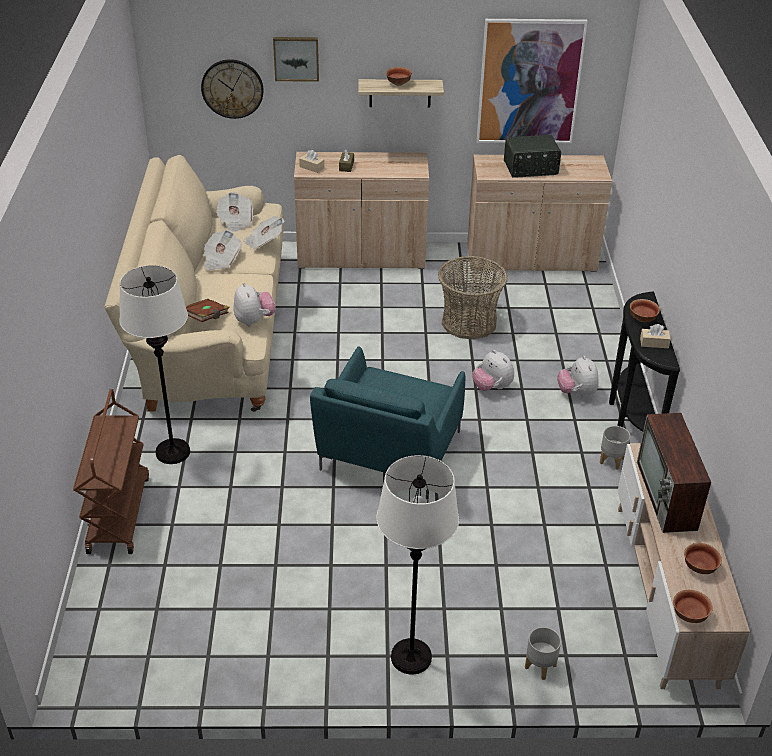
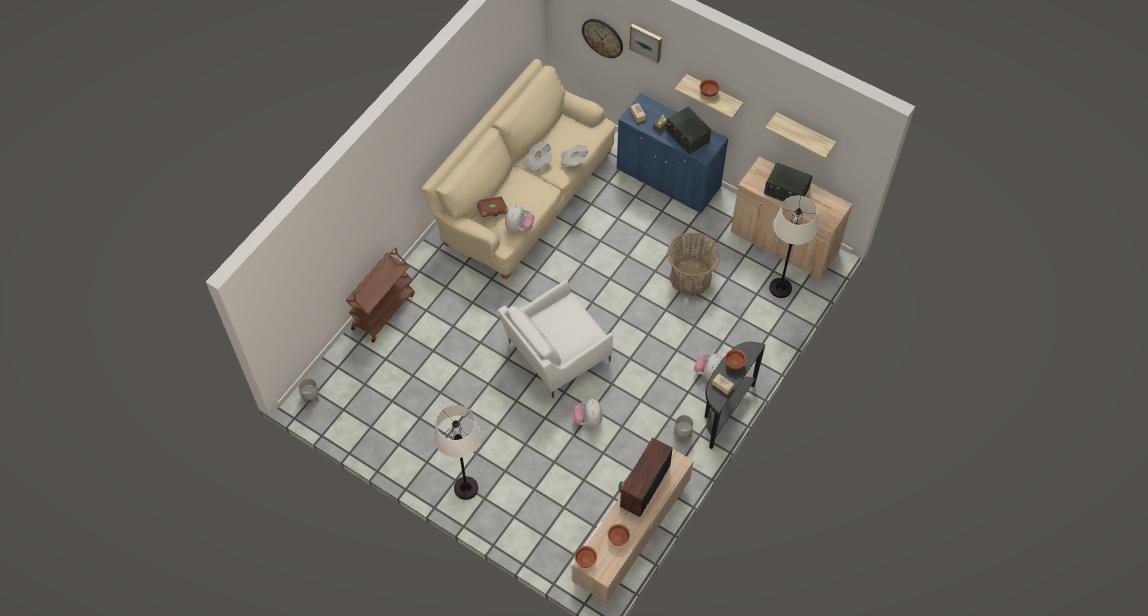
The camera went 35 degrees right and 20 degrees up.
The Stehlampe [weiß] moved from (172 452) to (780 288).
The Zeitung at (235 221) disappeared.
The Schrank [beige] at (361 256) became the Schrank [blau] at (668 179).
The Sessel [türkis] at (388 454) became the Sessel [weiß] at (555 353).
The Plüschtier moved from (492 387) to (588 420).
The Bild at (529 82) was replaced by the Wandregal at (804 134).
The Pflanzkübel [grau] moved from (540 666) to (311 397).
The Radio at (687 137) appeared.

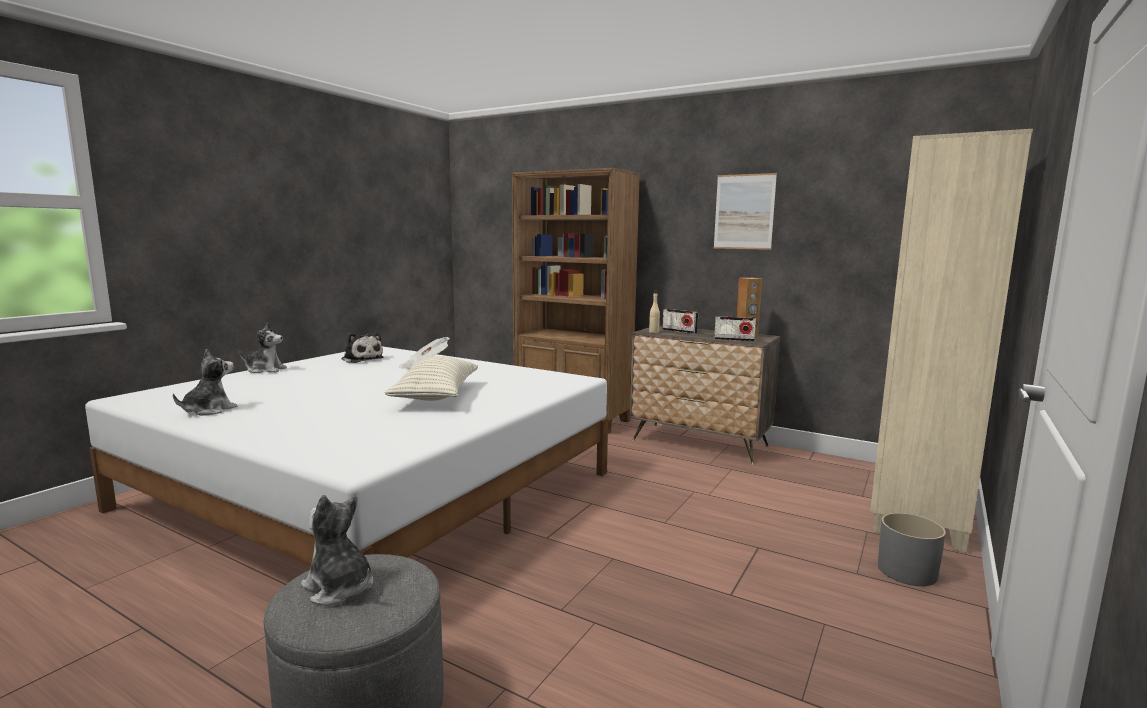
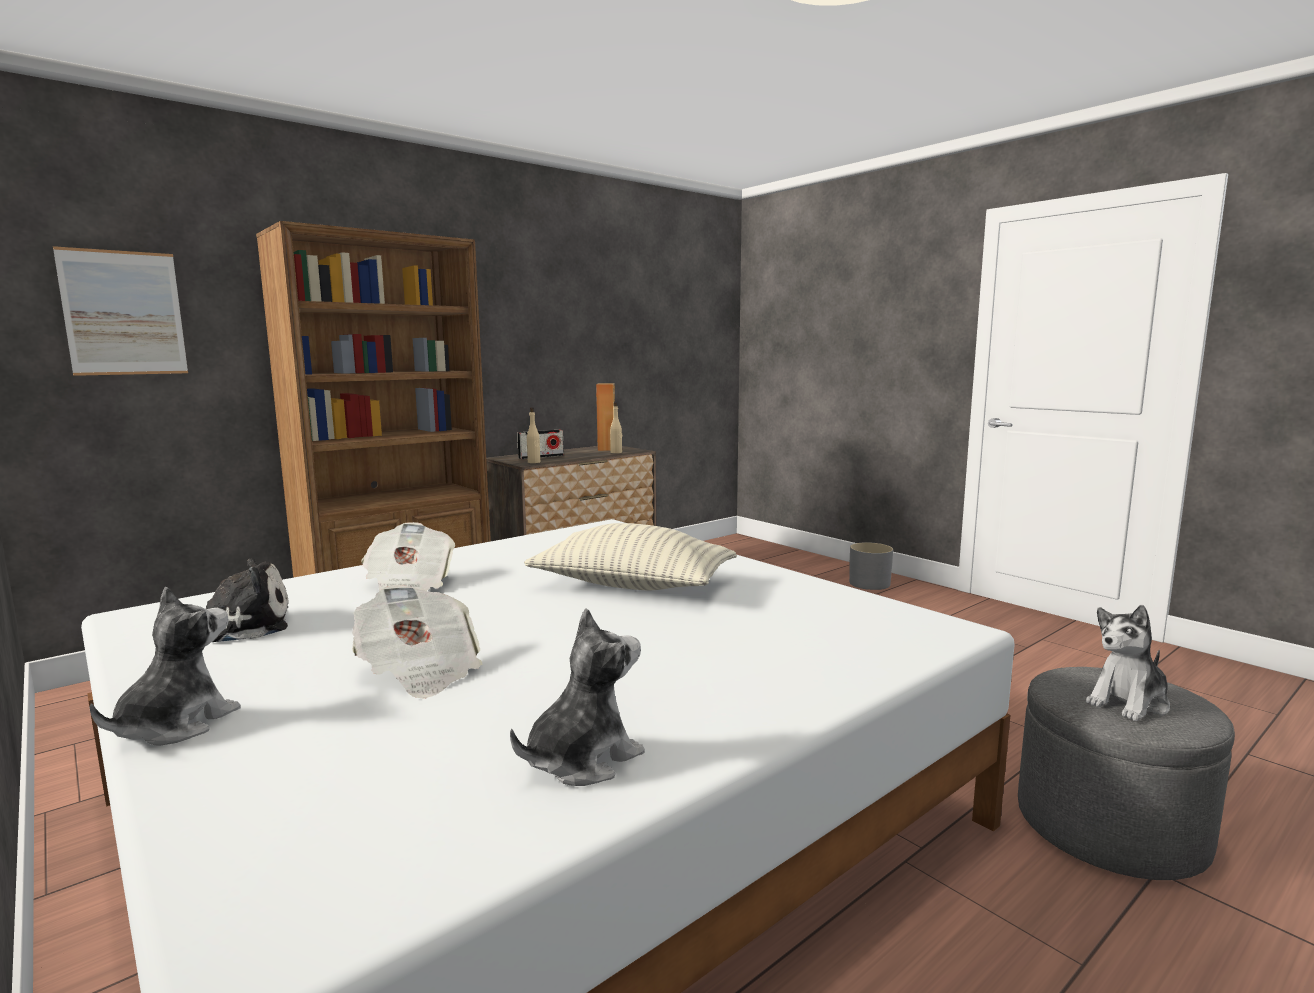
The camera went 70 degrees left and 0 degrees up.
The Plüschtier at (208 410) turned 90 degrees clockwise.
The Bild moved from (744 212) to (124 313).
The Radio at (734 339) was replaced by the Flasche [beige] at (616 452).
The Bücherregal [beige] at (918 510) disappeared.
The Zeitung at (420 671) appeared.

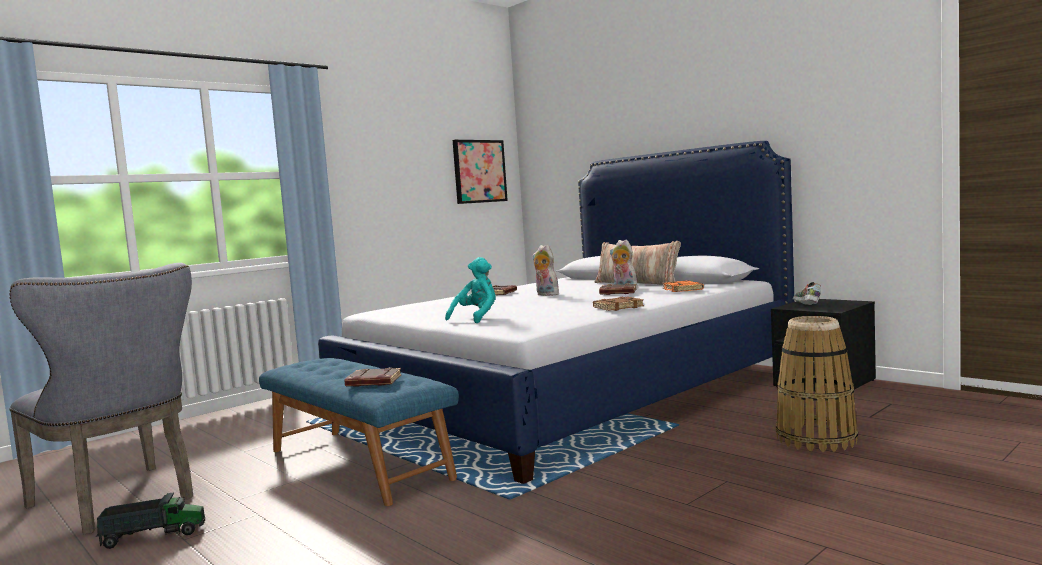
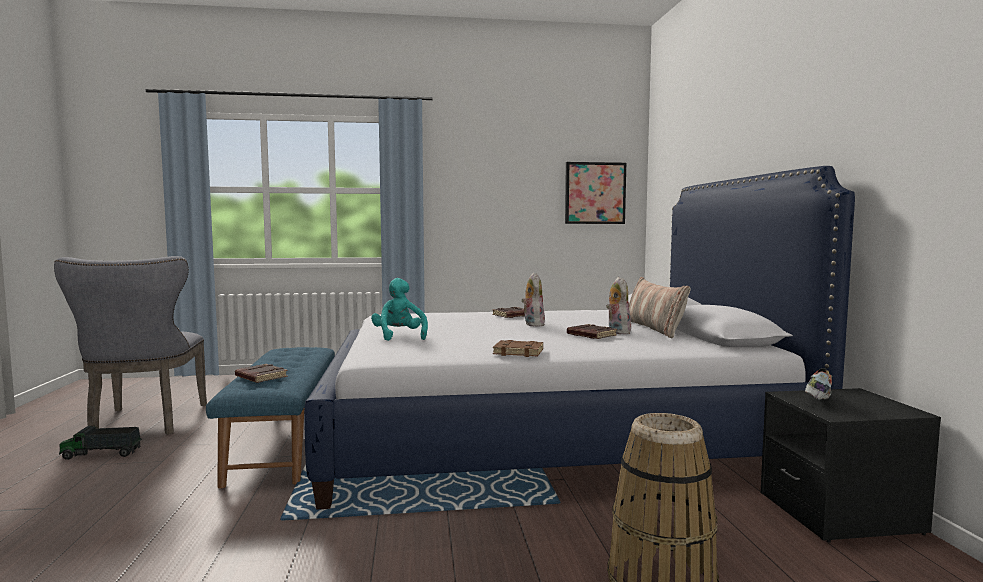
The camera went 35 degrees right and 0 degrees up.
The Spielzeuglaster at (153 535) turned 150 degrees clockwise.
The Plüschtier [türkis] at (477 318) turned 90 degrees counterclockwise.
The Buch [orange] at (683 290) disappeared.

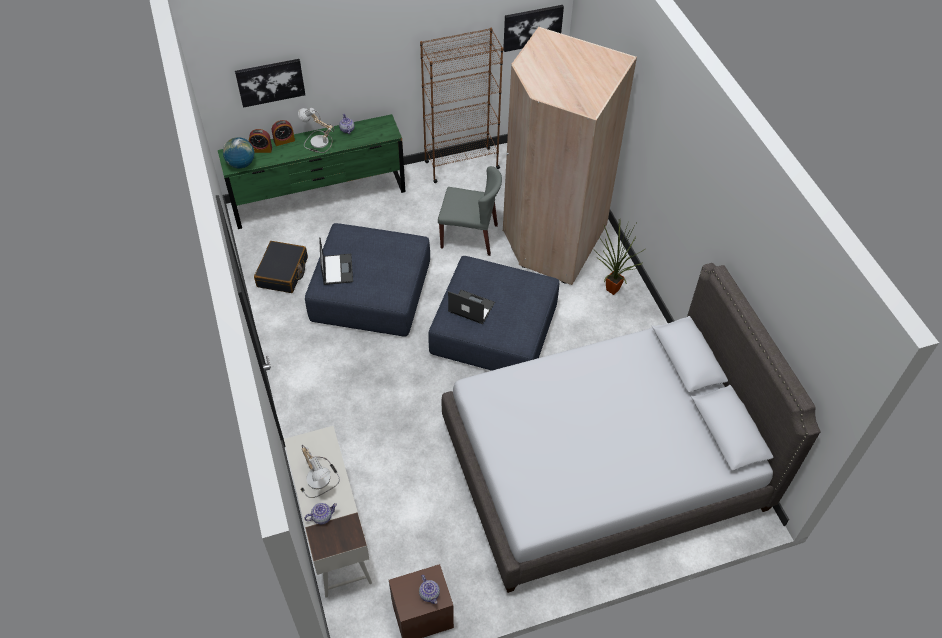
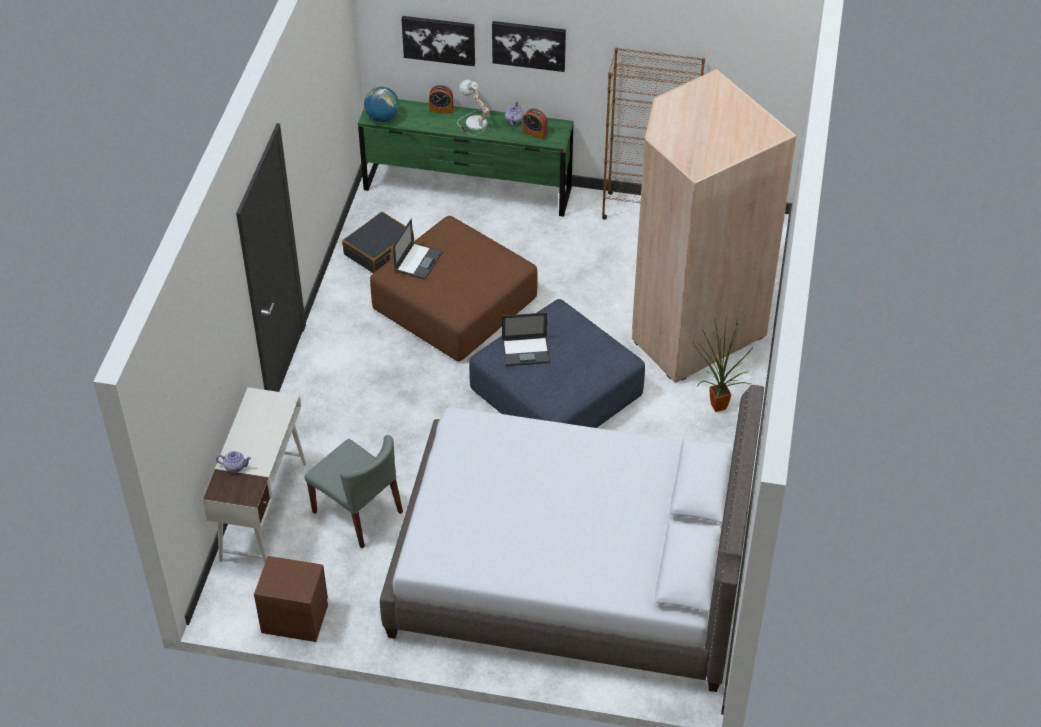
The camera went 30 degrees right and 5 degrees down.
The Wecker moved from (261 149) to (534 133).
The Tischlampe at (321 478) disappeared.
The Polsterhocker [blau] at (370 291) became the Polsterhocker [braun] at (454 303).
The Teekanne at (429 593) disappeared.
The Stuhl [grau] moved from (470 236) to (358 512).
The Laptop at (471 307) turned 120 degrees clockwise.
The Bild moved from (532 27) to (529 45).

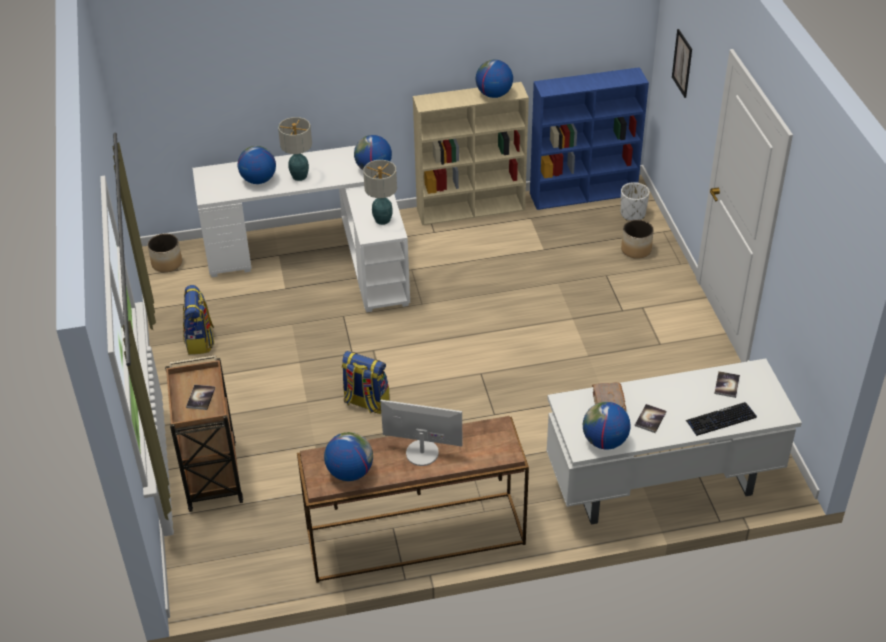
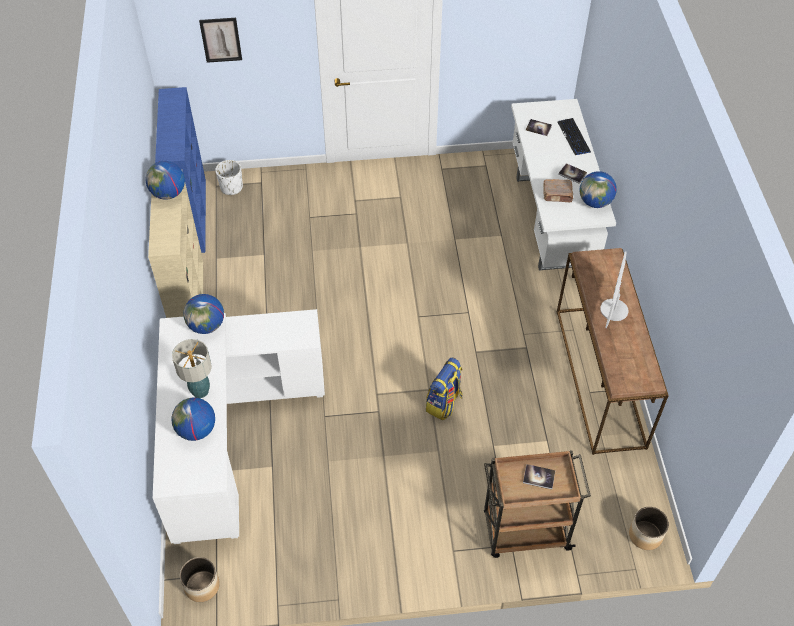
The camera went 85 degrees left and 10 degrees up.
The Rucksack at (200 341) disappeared.
The Globus at (350 472) disappeared.
The Tischlampe at (382 220) disappeared.
The Pflanzkübel moved from (636 250) to (645 535).

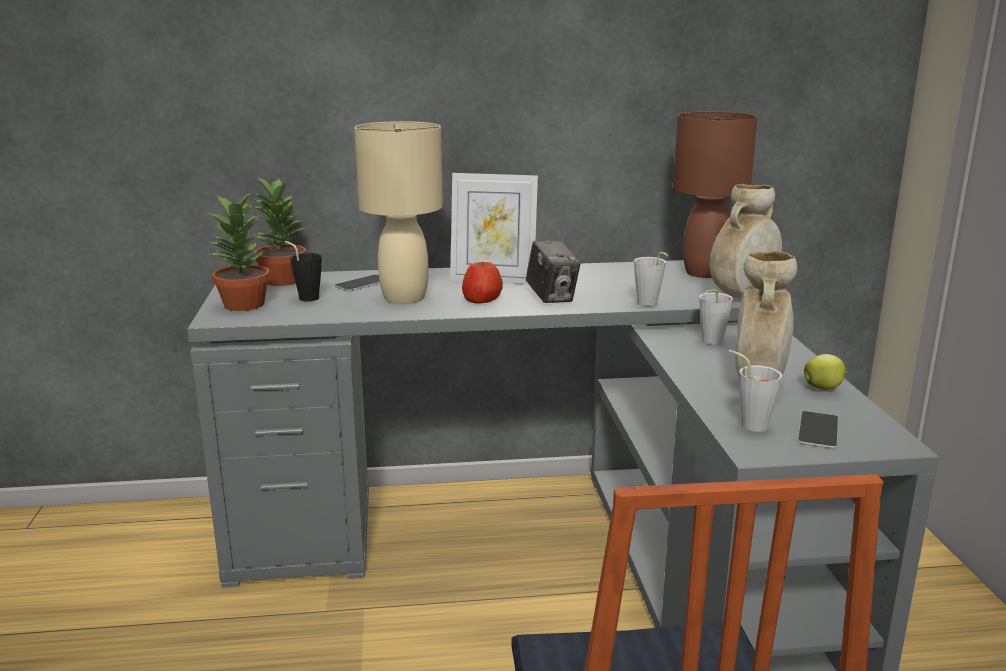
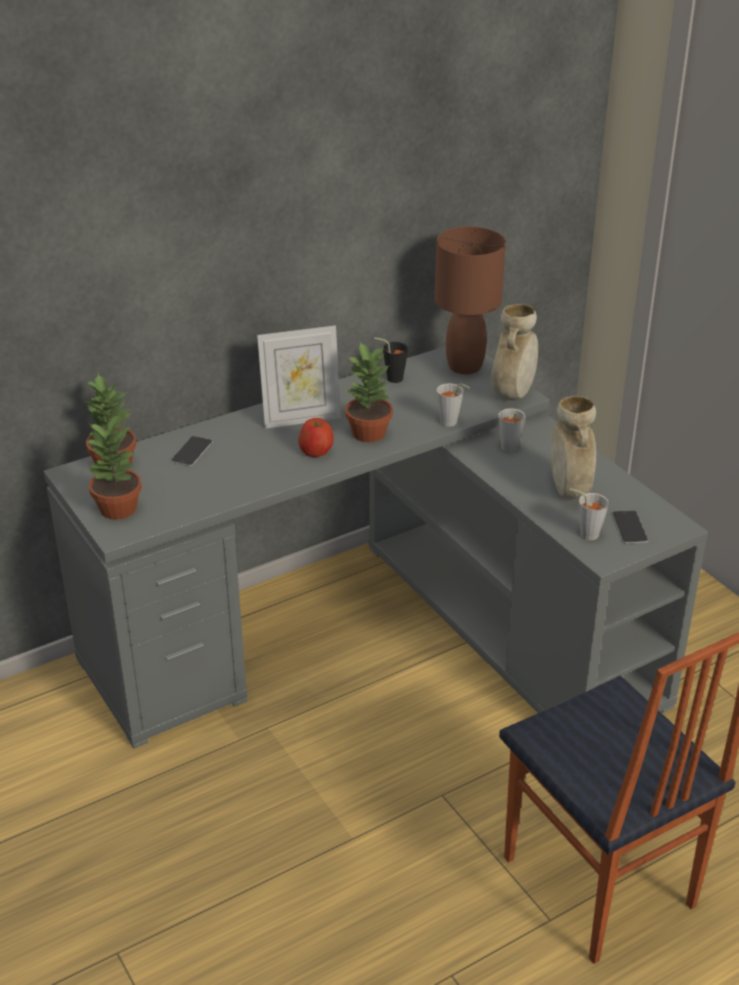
The camera went 25 degrees left and 15 degrees up.
The Tasse [schwarz] moved from (306 297) to (391 378).
The Tischlampe [beige] at (404 298) disappeared.
The Kamera at (551 297) was replaced by the Topfpflanze at (369 432).
The Apfel at (823 388) disappeared.

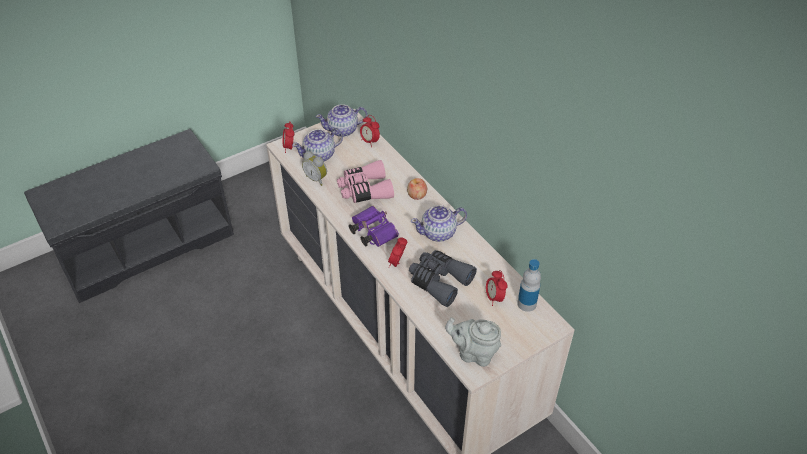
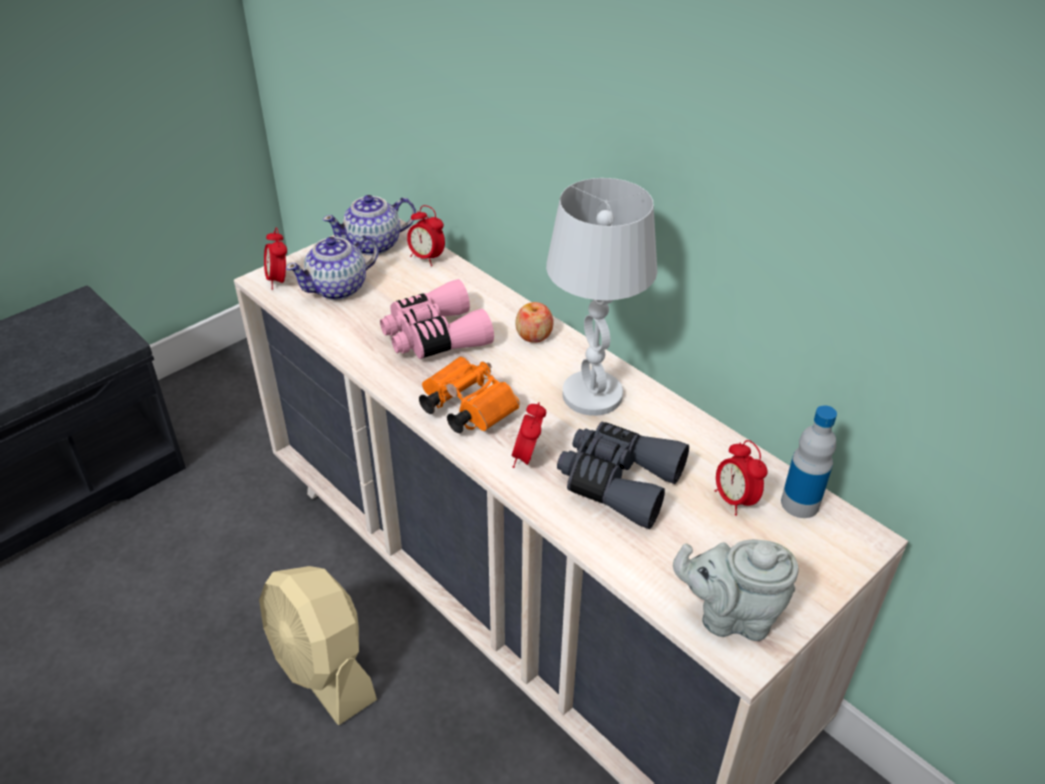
The camera went 10 degrees left and 5 degrees down.
The Wecker at (316 178) disappeared.
The Fernglas [lila] at (372 232) became the Fernglas [orange] at (464 408).
The Teekanne at (439 233) was replaced by the Tischlampe [weiß] at (593 395).
The Ventilator [beige] at (322 668) appeared.

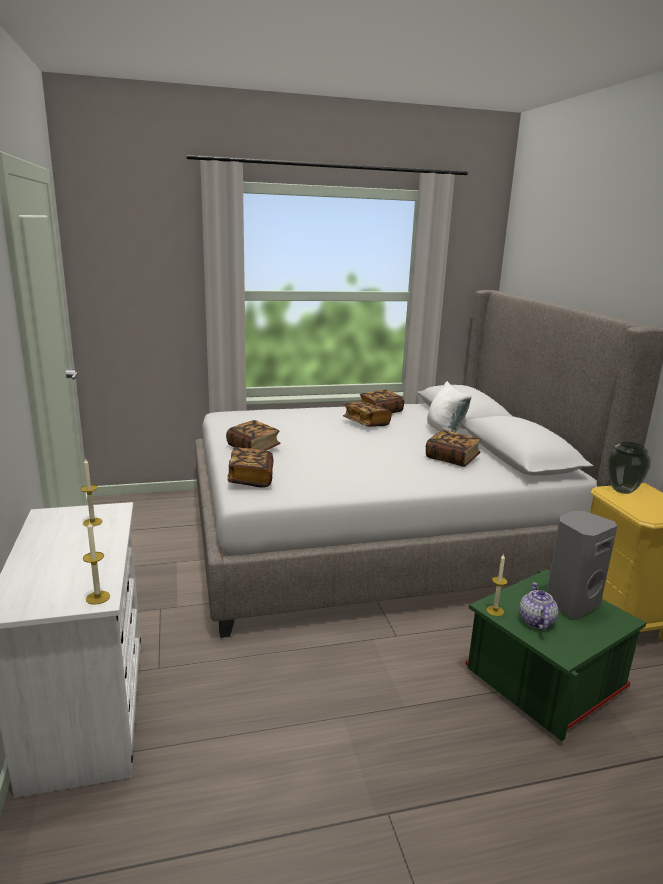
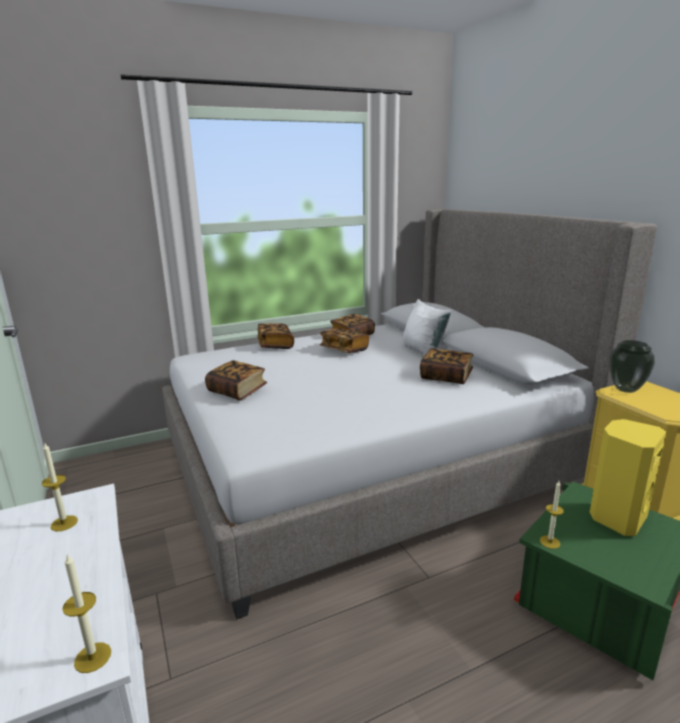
The camera went 10 degrees left and 0 degrees up.
The Buch moved from (251 479) to (275 345).
The Teekanne at (535 621) disappeared.
The Lautsprecher [grau] at (570 603) became the Lautsprecher [gelb] at (616 518).

